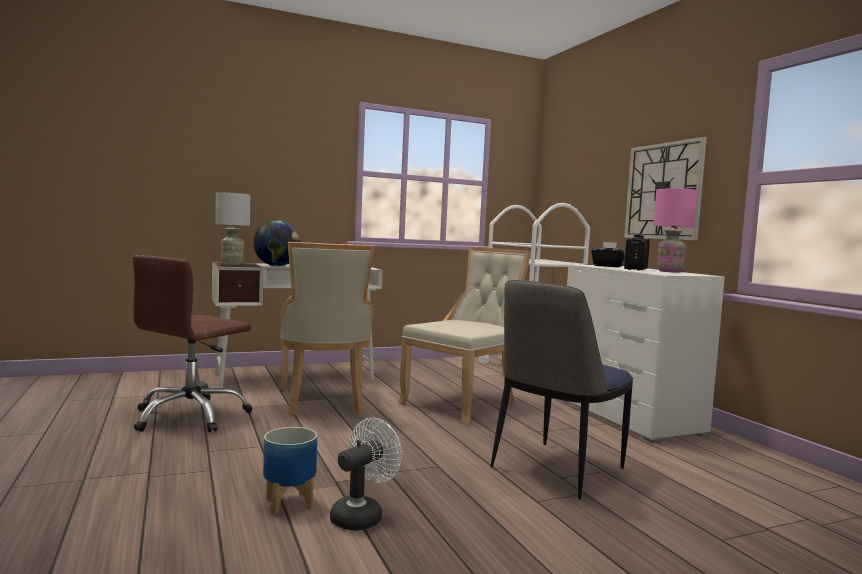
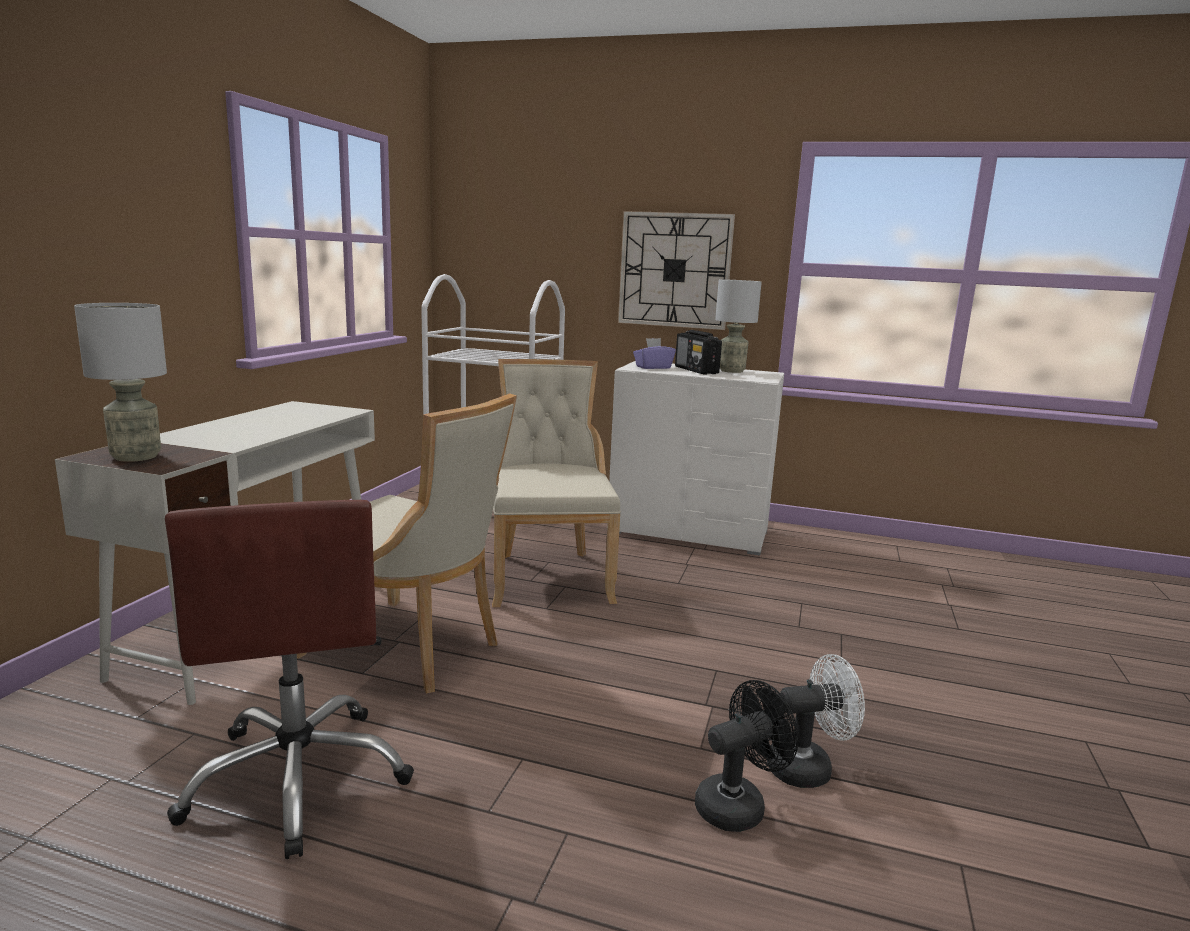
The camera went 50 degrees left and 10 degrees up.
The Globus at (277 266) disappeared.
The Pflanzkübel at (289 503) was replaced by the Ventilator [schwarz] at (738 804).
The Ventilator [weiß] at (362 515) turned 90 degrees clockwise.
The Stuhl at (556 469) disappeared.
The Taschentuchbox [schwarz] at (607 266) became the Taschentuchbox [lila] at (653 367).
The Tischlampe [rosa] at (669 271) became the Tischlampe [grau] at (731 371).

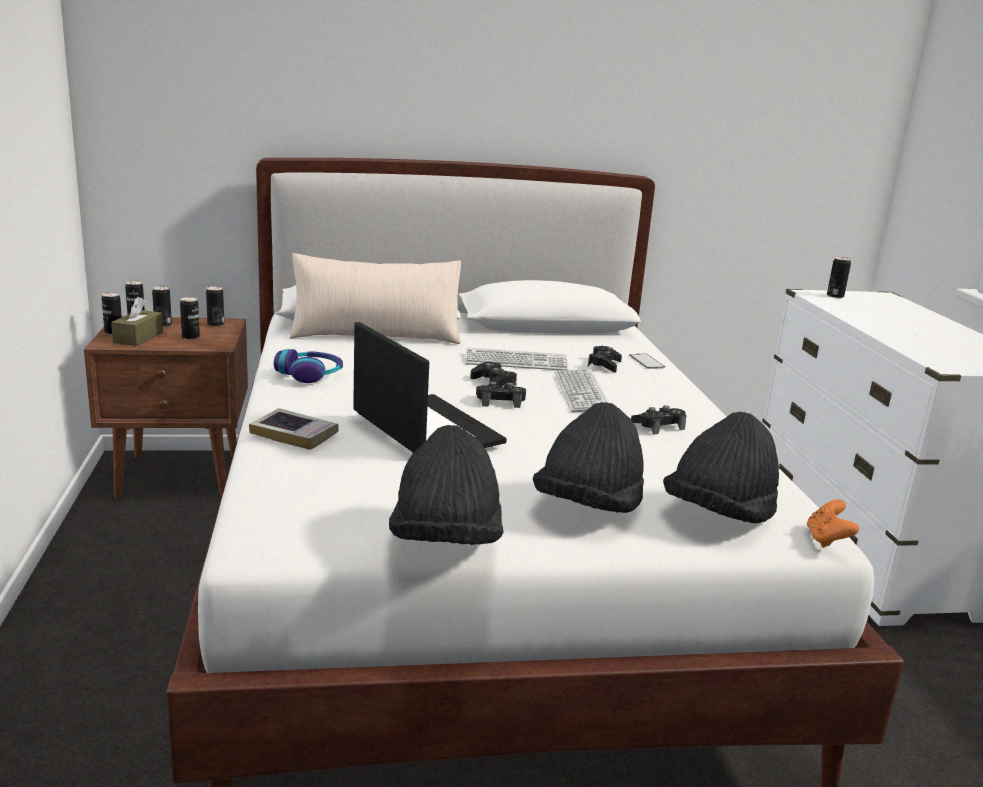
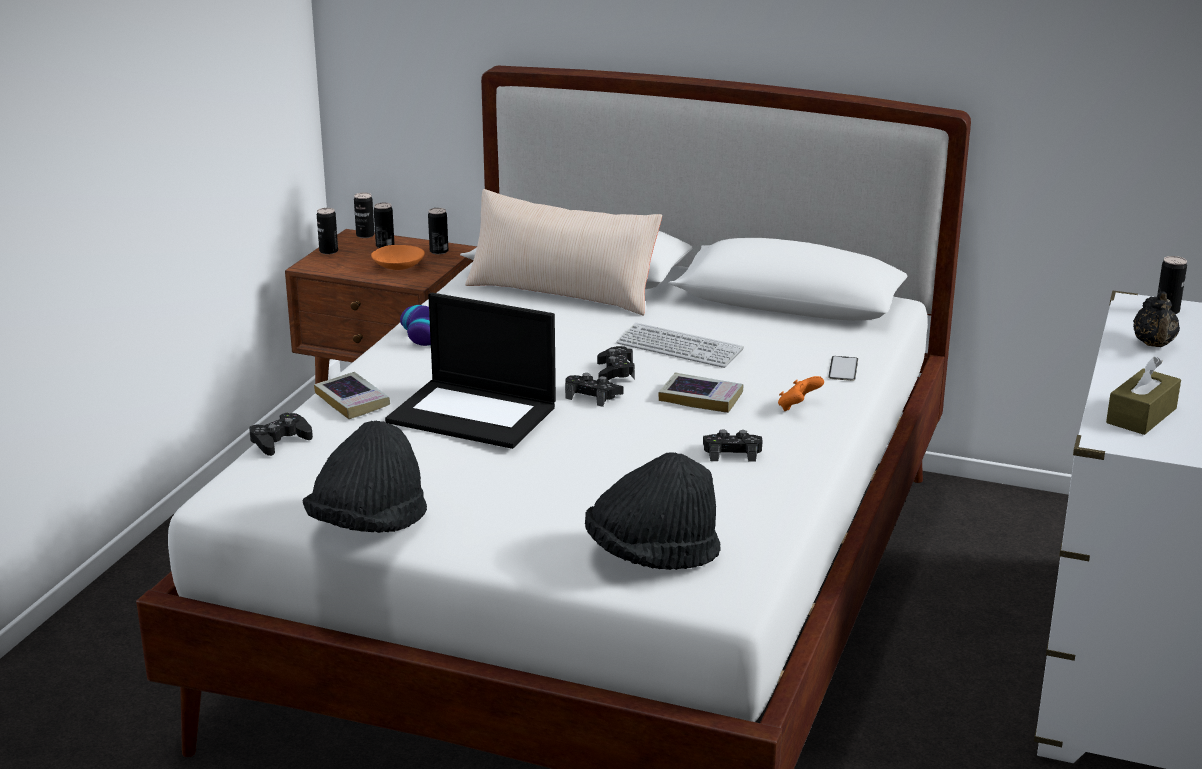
The camera went 30 degrees right and 5 degrees up.
The Taschentuchbox [braun] moved from (138 337) to (1141 416).
The Dose at (190 337) was replaced by the Schüssel [orange] at (398 266).
The Laptop at (424 427) turned 120 degrees clockwise.
The Hut [schwarz] at (588 507) disappeared.
The Tastatur at (581 392) was replaced by the Buch at (701 398).
The Gamepad [schwarz] moved from (604 365) to (280 441).
The Gamepad [orange] moved from (827 540) to (798 407).
The Teekanne [schwarz] at (1153 345) appeared.

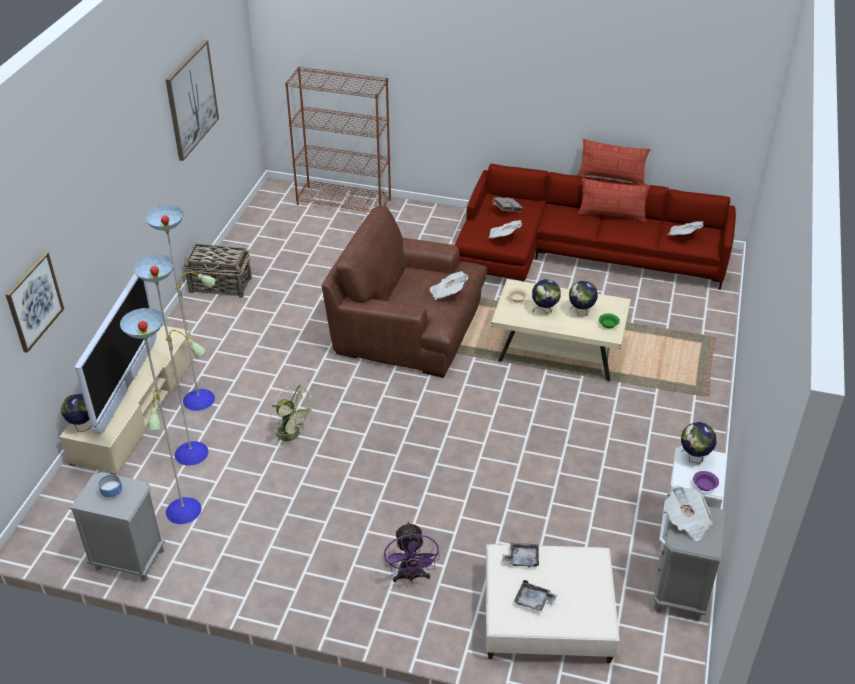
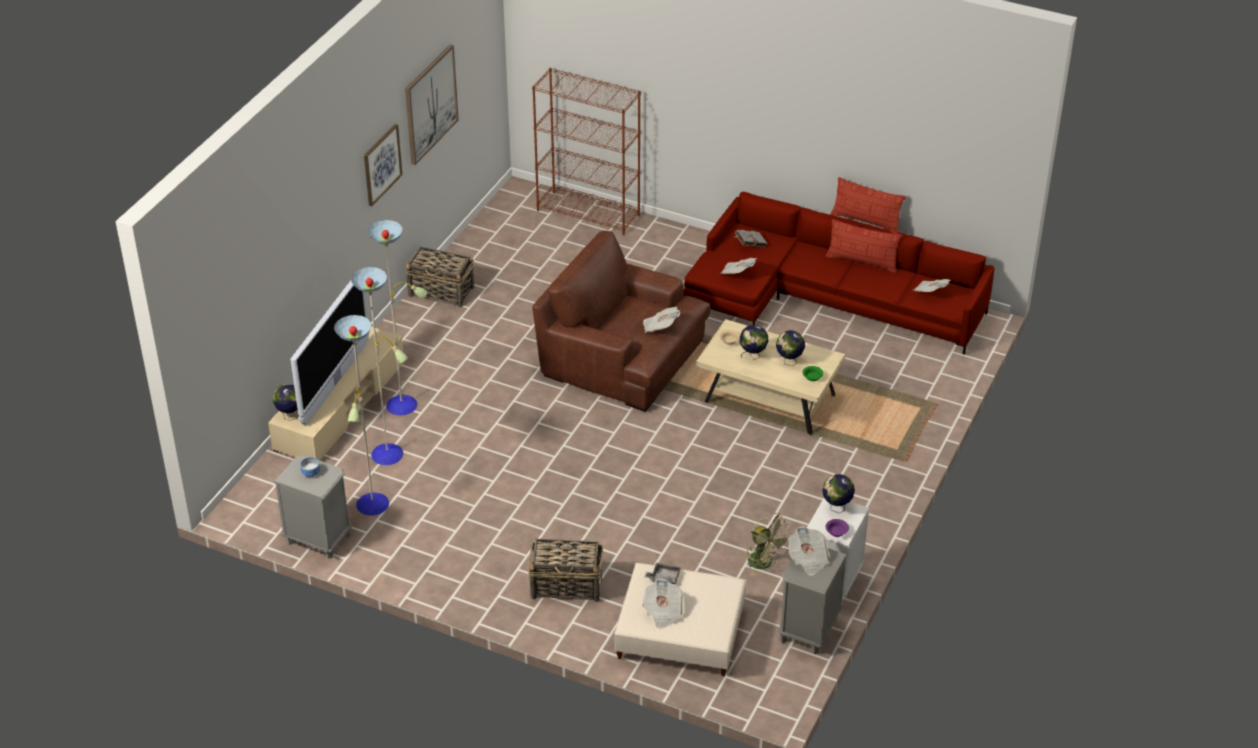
The camera went 10 degrees right and 0 degrees up.
The Bild moved from (34 301) to (381 164).
The Ventilator [grün] moved from (293 435) to (765 563).
The Ventilator [lila] at (411 576) was replaced by the Korb at (567 585).
The Tablett [grau] at (533 601) was replaced by the Zeitung at (663 612).

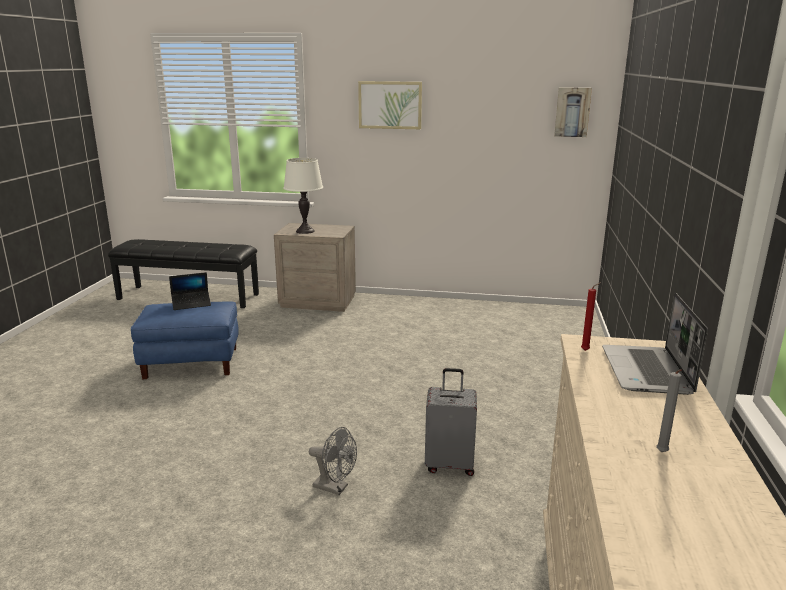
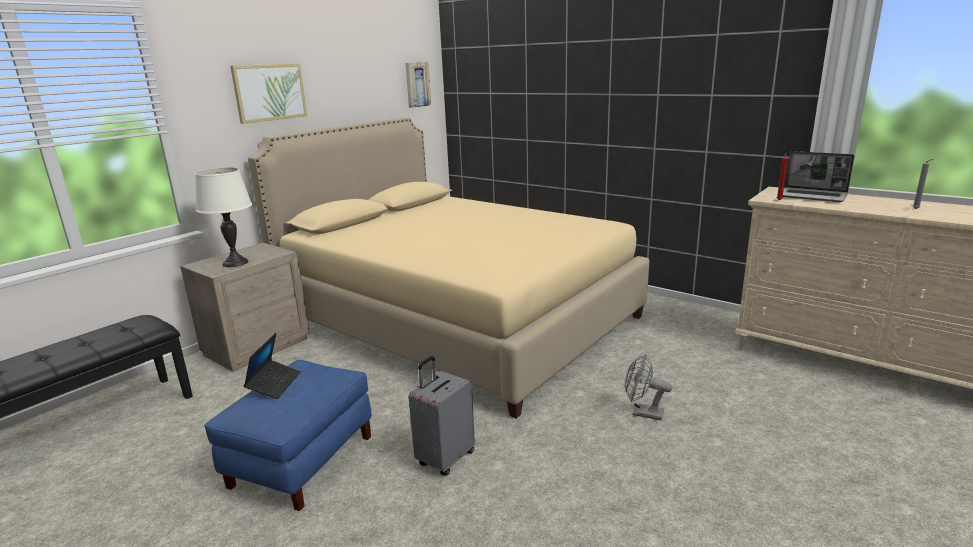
The camera went 60 degrees left and 0 degrees up.
The Ventilator [grau] at (335 487) turned 120 degrees counterclockwise.
The Koffer [grau] moved from (449 464) to (445 458).
The Bett [beige] at (457 319) appeared.

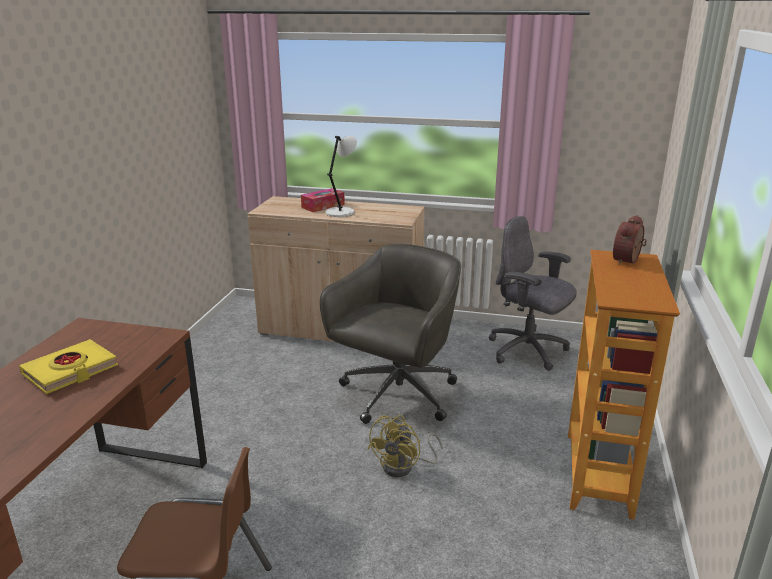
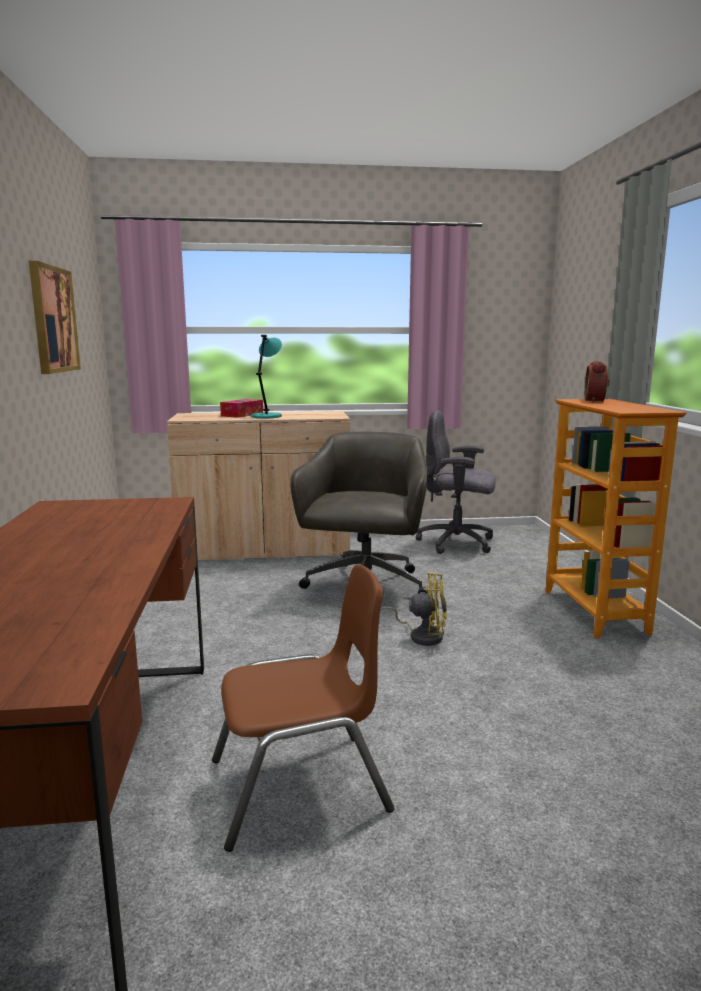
The camera went 20 degrees left and 10 degrees down.
The Buch [gelb] at (70 371) disappeared.
The Tischlampe [weiß] at (341 212) became the Tischlampe [türkis] at (267 416).
The Ventilator [gelb] at (404 467) turned 90 degrees counterclockwise.
The Bild at (53 320) appeared.

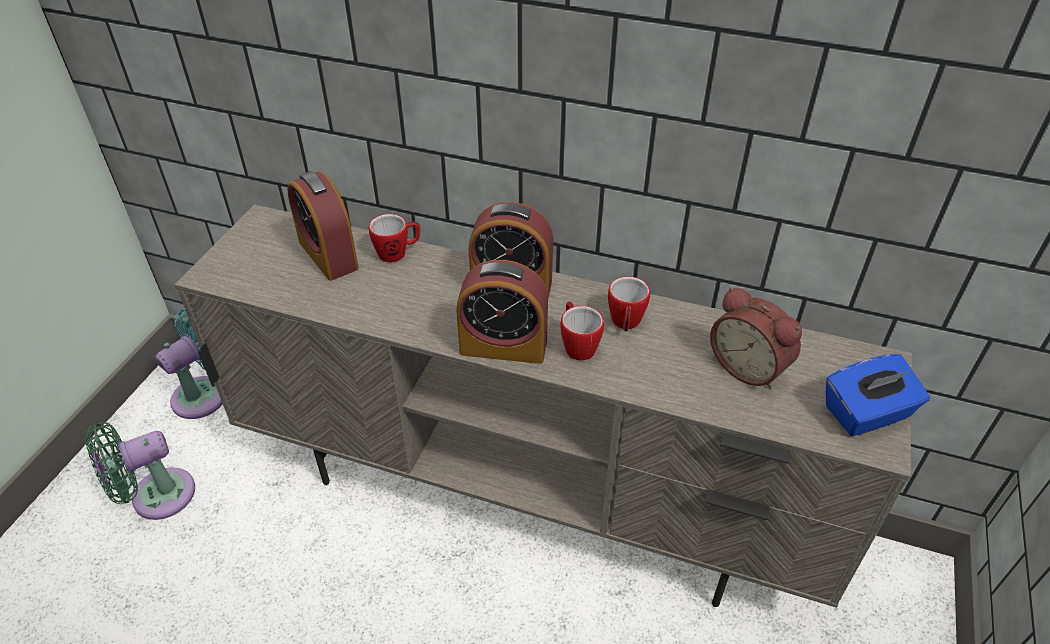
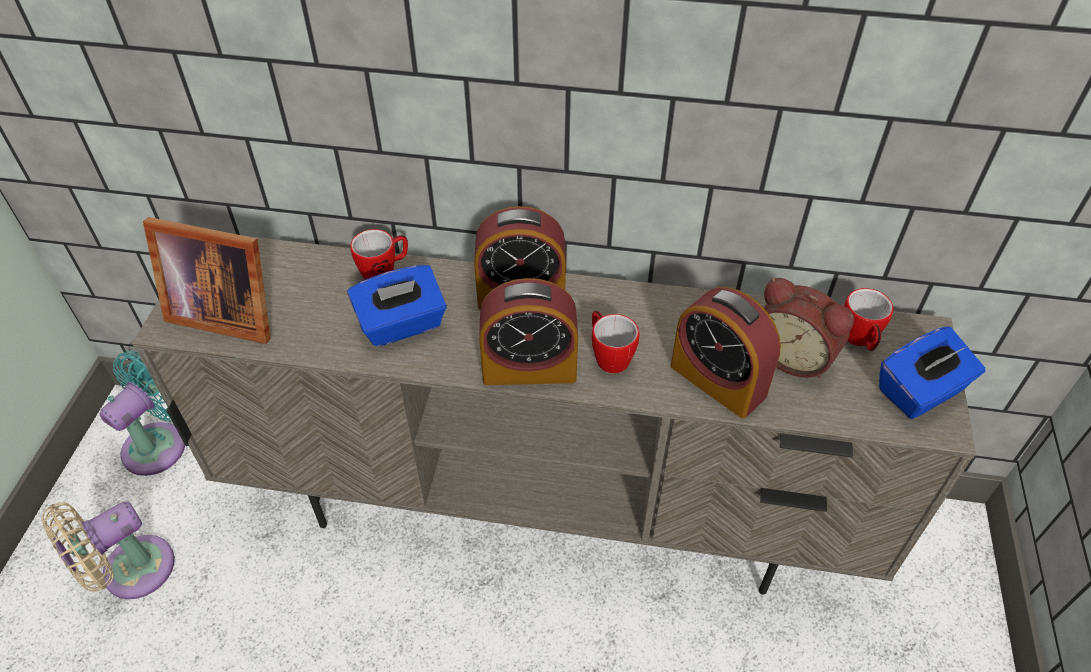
The camera went 10 degrees left and 5 degrees up.
The Ventilator [grün] at (156 497) became the Ventilator [beige] at (131 572).
The Wecker moved from (328 255) to (717 381).
The Henkelbecher moved from (625 324) to (860 340).
The Bilderrahmen at (224 312) appeared.
The Taschentuchbox [blau] at (402 325) appeared.

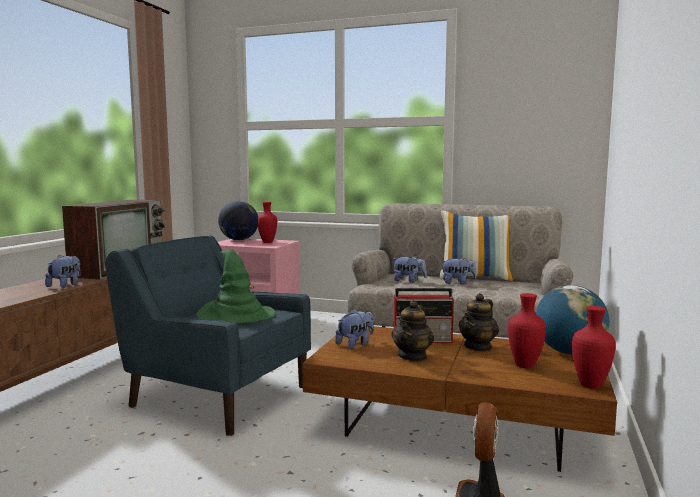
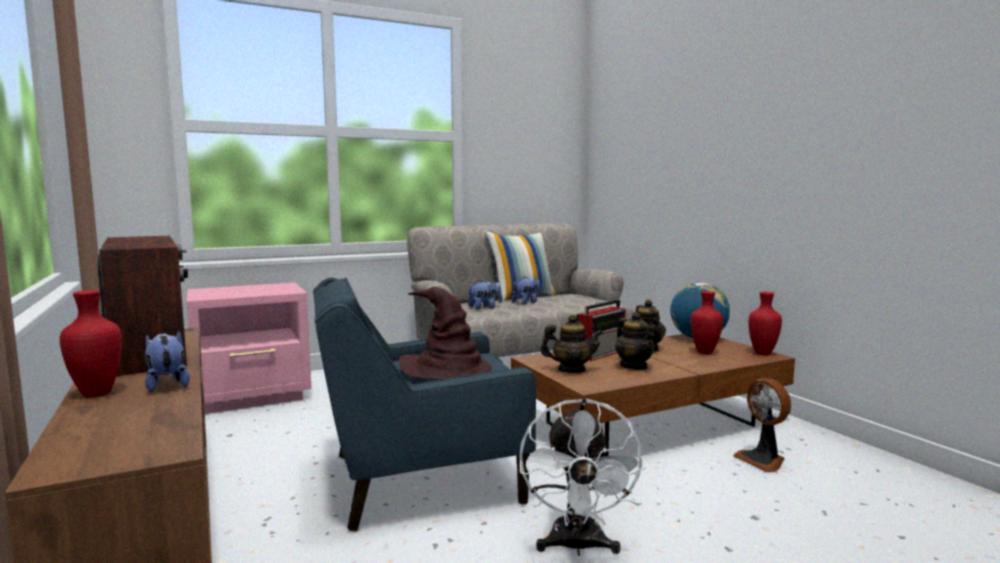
The camera went 45 degrees left and 0 degrees up.
The Hut [grün] at (235 315) became the Hut [braun] at (446 369).
The Globus at (239 240) disappeared.
The Vase [rot] moved from (268 242) to (99 393).
The Plüschtier at (355 344) was replaced by the Teekanne at (571 370).
The Ventilator [weiß] at (577 547) appeared.

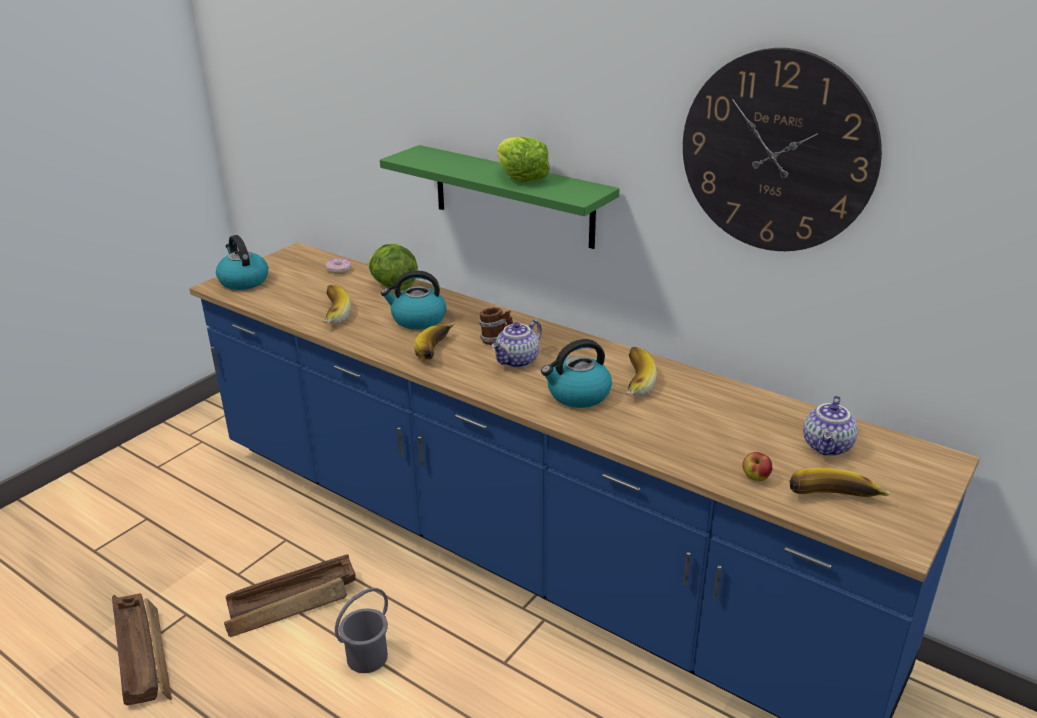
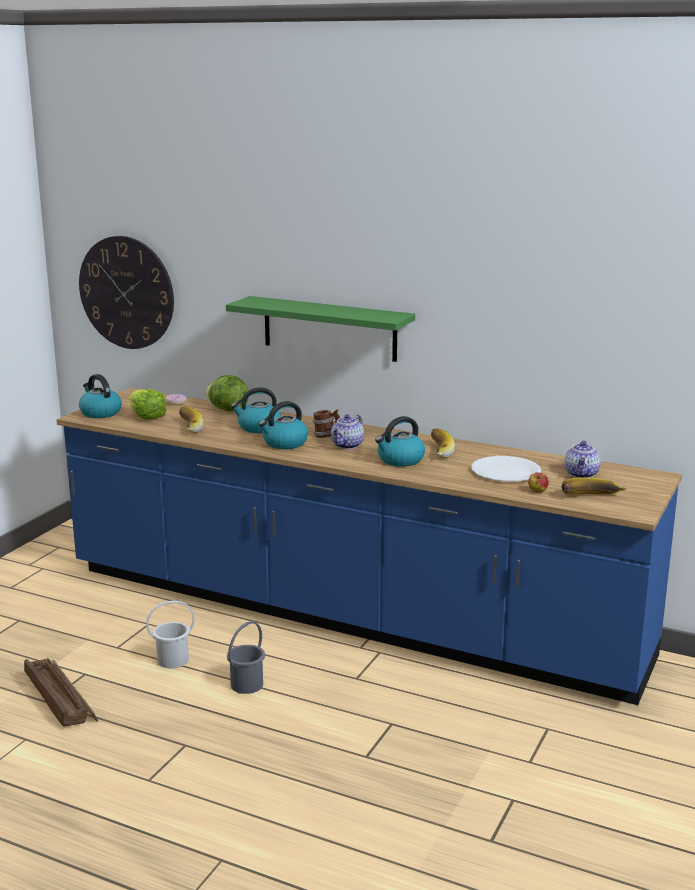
The camera went 10 degrees left and 10 degrees down.
The Kiste at (293 603) was replaced by the Eimer [weiß] at (172 660).
The Banane at (438 351) was replaced by the Wasserkessel at (284 443).
The Salatkopf moved from (520 177) to (146 416).
The Wanduhr moved from (777 153) to (126 292).
The Teller [weiß] at (505 471) appeared.

